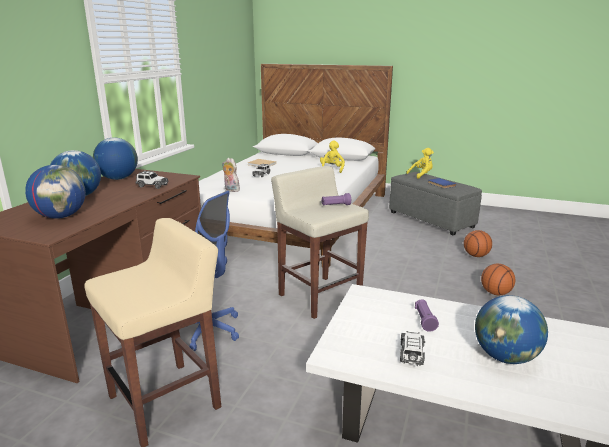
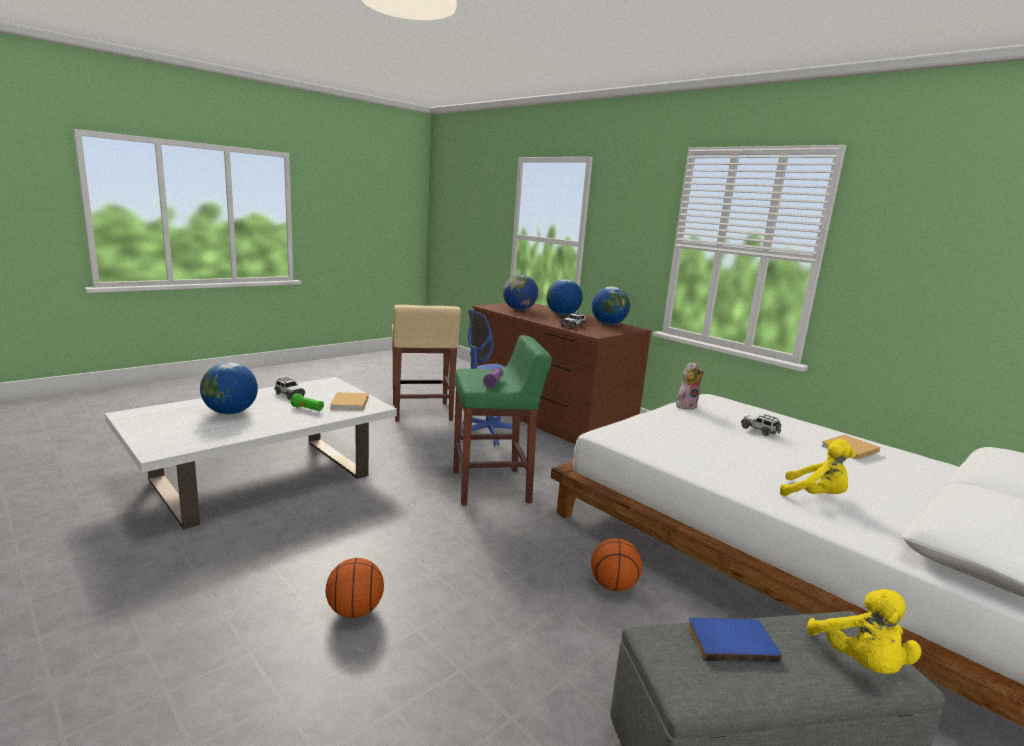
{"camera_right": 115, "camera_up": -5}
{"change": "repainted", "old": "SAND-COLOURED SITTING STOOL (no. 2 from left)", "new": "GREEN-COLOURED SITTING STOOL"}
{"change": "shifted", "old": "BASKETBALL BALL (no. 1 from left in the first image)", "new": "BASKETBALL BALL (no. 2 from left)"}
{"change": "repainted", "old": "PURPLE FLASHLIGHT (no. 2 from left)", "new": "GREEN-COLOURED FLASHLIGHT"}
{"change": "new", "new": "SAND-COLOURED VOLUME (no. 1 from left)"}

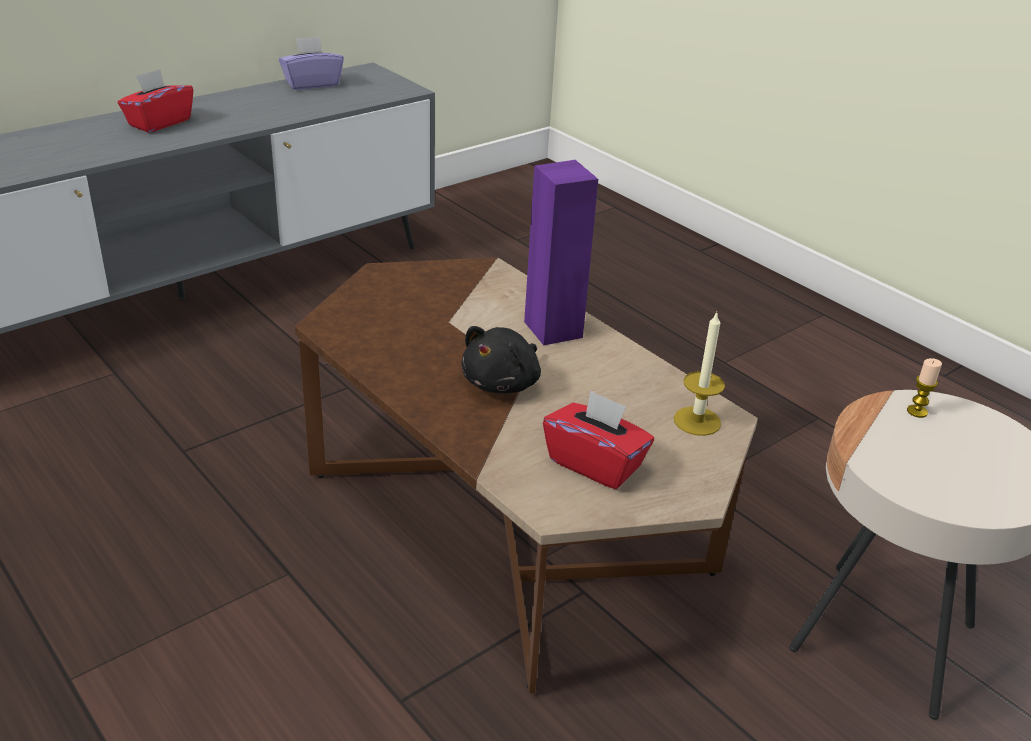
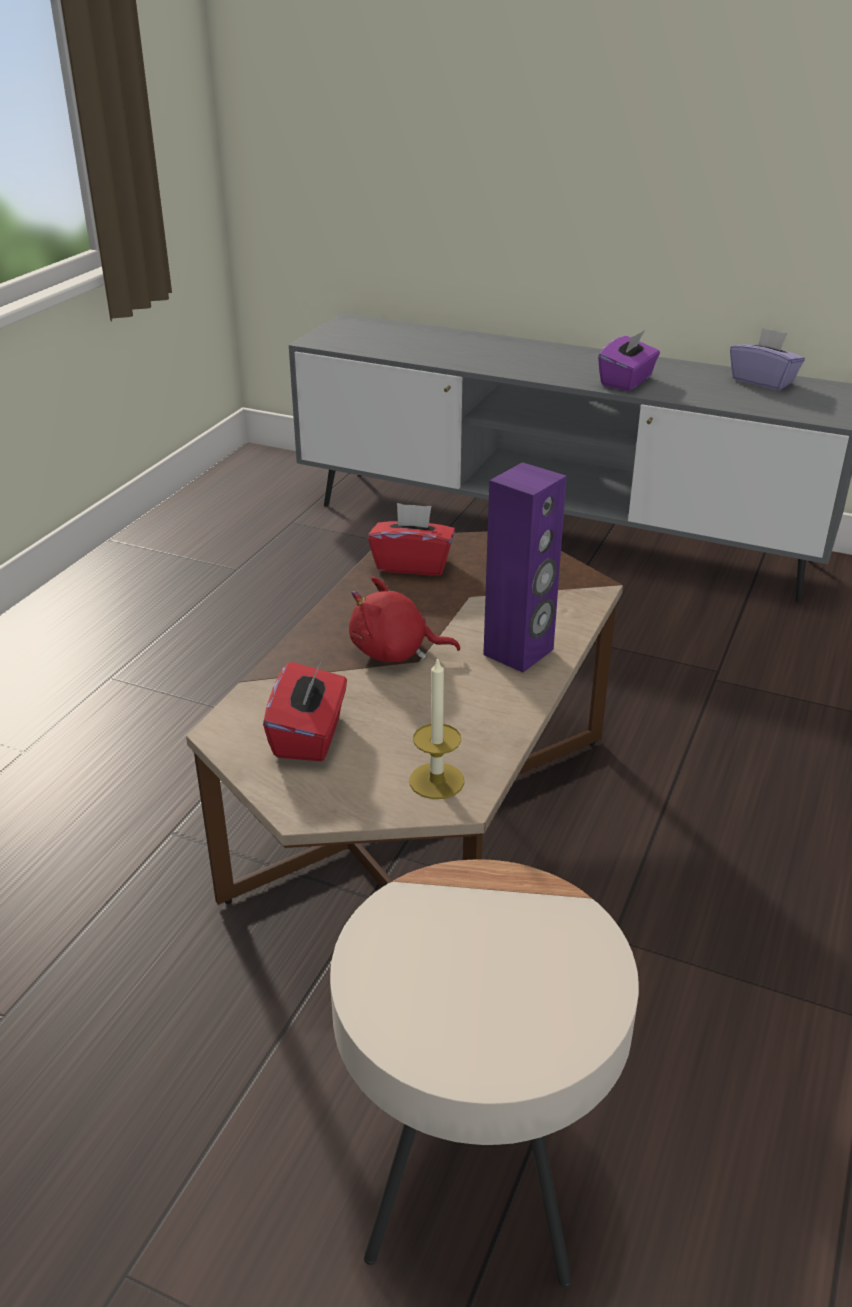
{"camera_right": 65, "camera_up": 0}
{"change": "shifted", "old": "RED TISSUE HOLDER (no. 1 from left in the first image)", "new": "RED TISSUE HOLDER (no. 2 from left)"}
{"change": "repainted", "old": "BLACK PLUSH TOY", "new": "RED PLUSH TOY"}
{"change": "gone", "old": "WAX CANDLE (no. 2 from left)"}
{"change": "new", "new": "PURPLE TISSUE HOLDER (no. 1 from left)"}

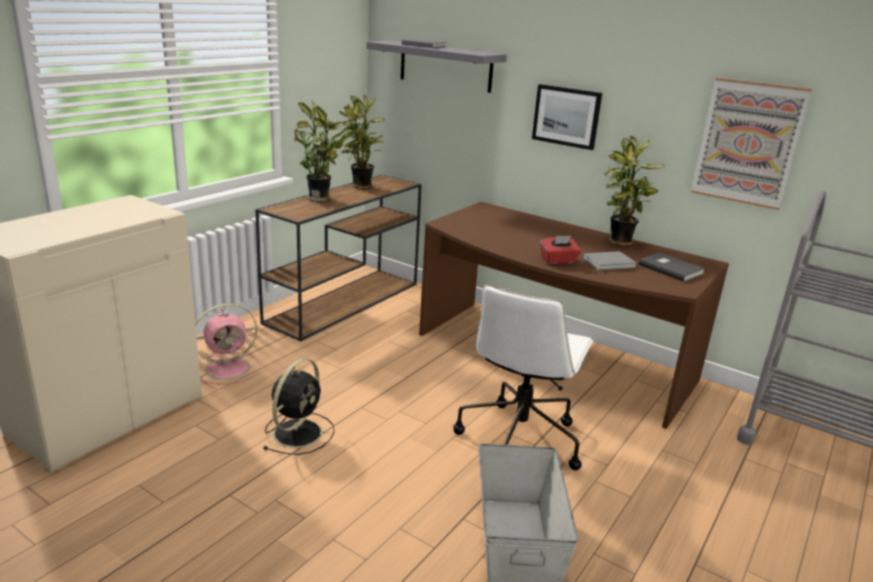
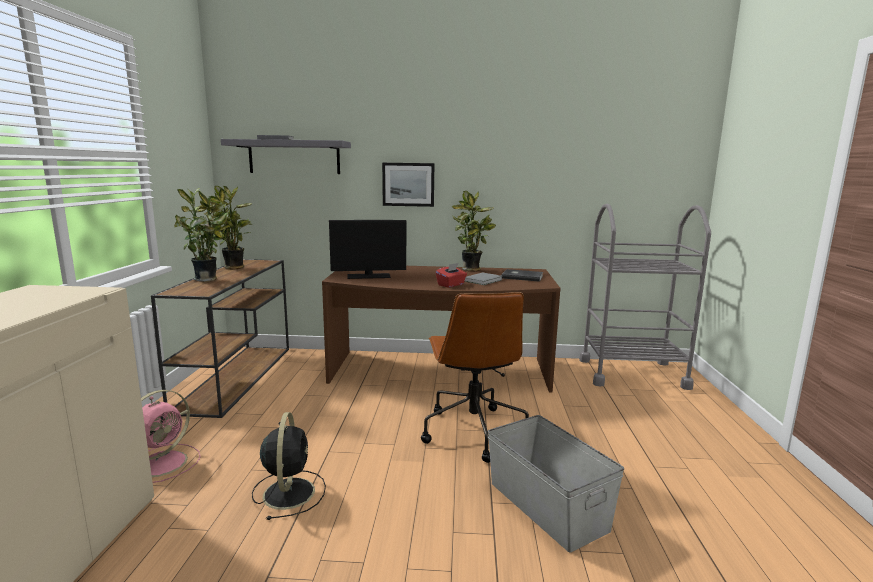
{"camera_right": -30, "camera_up": -10}
{"change": "gone", "old": "WALL PICTURE (no. 2 from left)"}
{"change": "repainted", "old": "WHITE OFFICE CHAIR", "new": "BROWN OFFICE CHAIR"}
{"change": "new", "new": "MONITOR"}

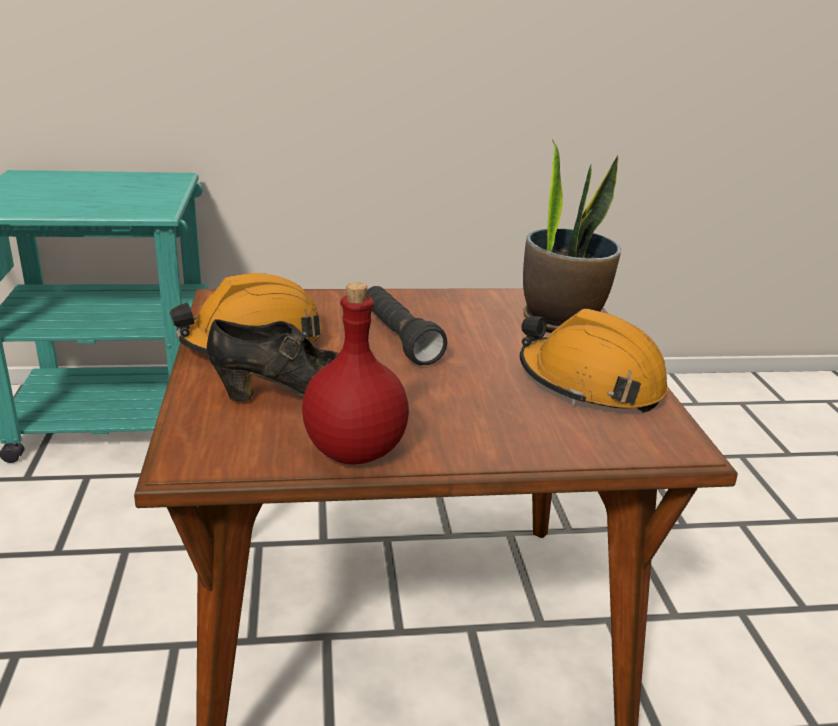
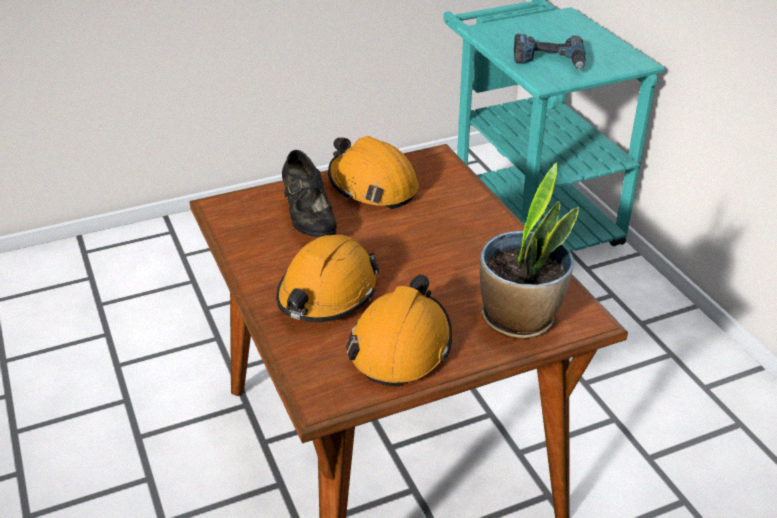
{"camera_right": 75, "camera_up": 10}
{"change": "gone", "old": "RED BOTTLE"}
{"change": "gone", "old": "BLACK FLASHLIGHT"}
{"change": "new", "new": "DRILL"}
{"change": "new", "new": "ORANGEY HARD HAT (no. 1 from left)"}

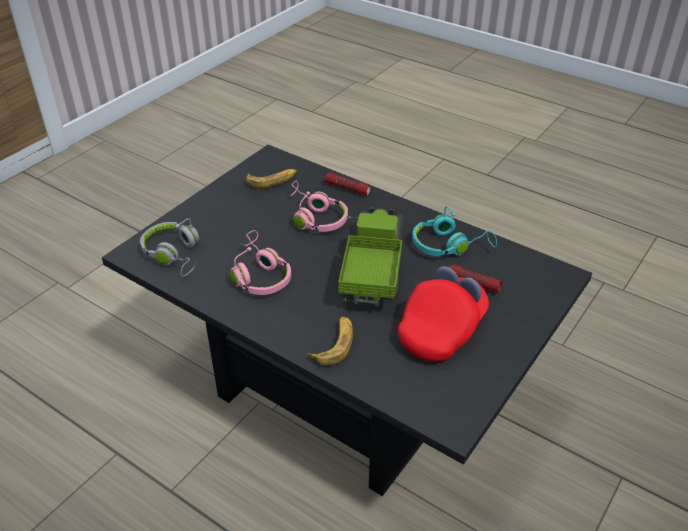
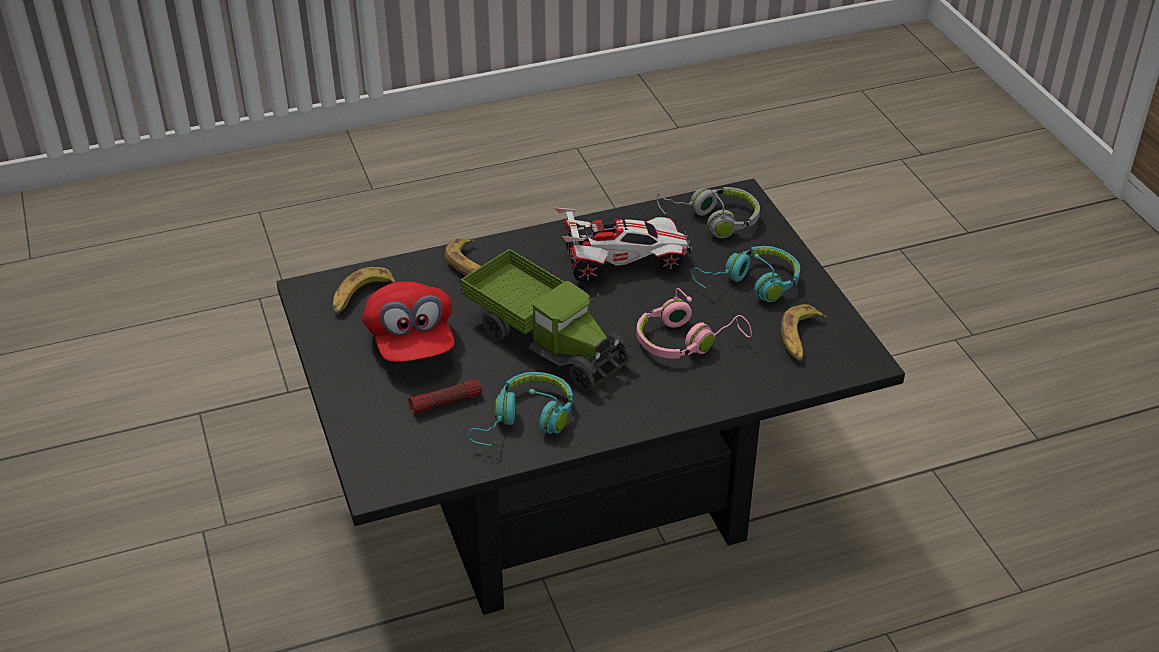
{"camera_right": 125, "camera_up": 0}
{"change": "gone", "old": "FLASHLIGHT (no. 1 from left)"}
{"change": "swapped", "old": "PINK-COLOURED HEADSET (no. 1 from left)", "new": "TOY CAR"}
{"change": "new", "new": "TURQUOISE-COLOURED HEADSET (no. 2 from left)"}
{"change": "new", "new": "WHOLE BANANA (no. 1 from left)"}

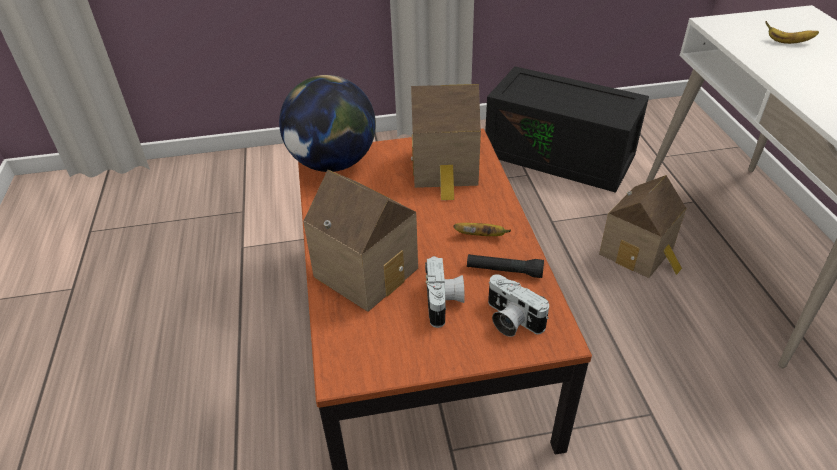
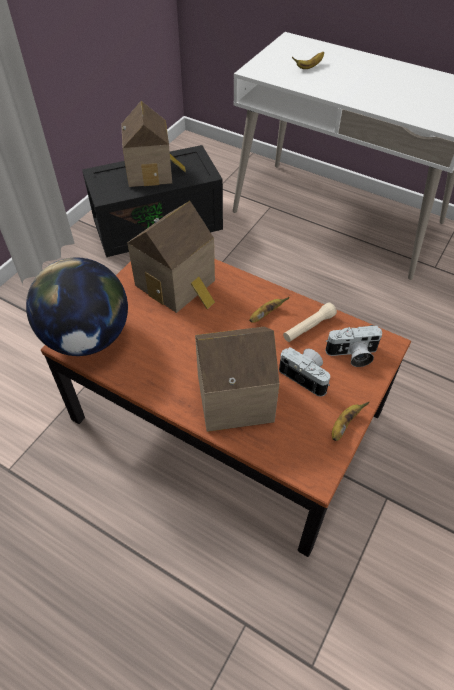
{"camera_right": -50, "camera_up": 10}
{"change": "shifted", "old": "MINIATURE HOUSE (no. 3 from left in the first image)", "new": "MINIATURE HOUSE (no. 1 from left)"}
{"change": "repainted", "old": "BLACK FLASHLIGHT", "new": "SAND-COLOURED FLASHLIGHT"}
{"change": "new", "new": "WHOLE BANANA (no. 3 from left)"}

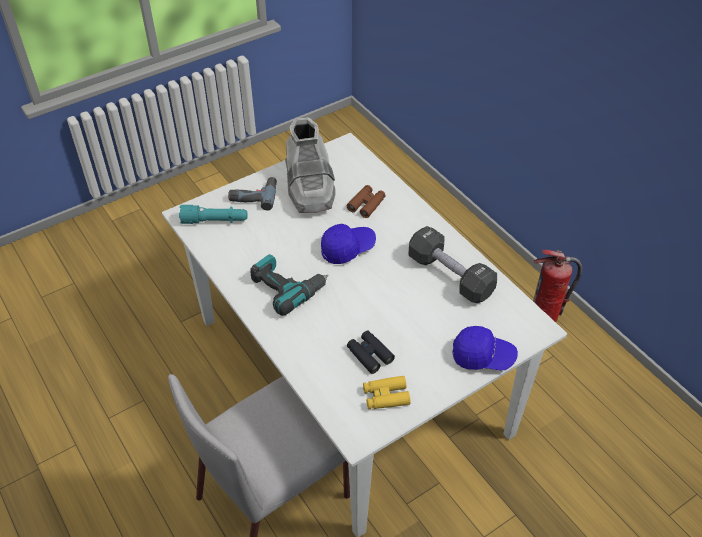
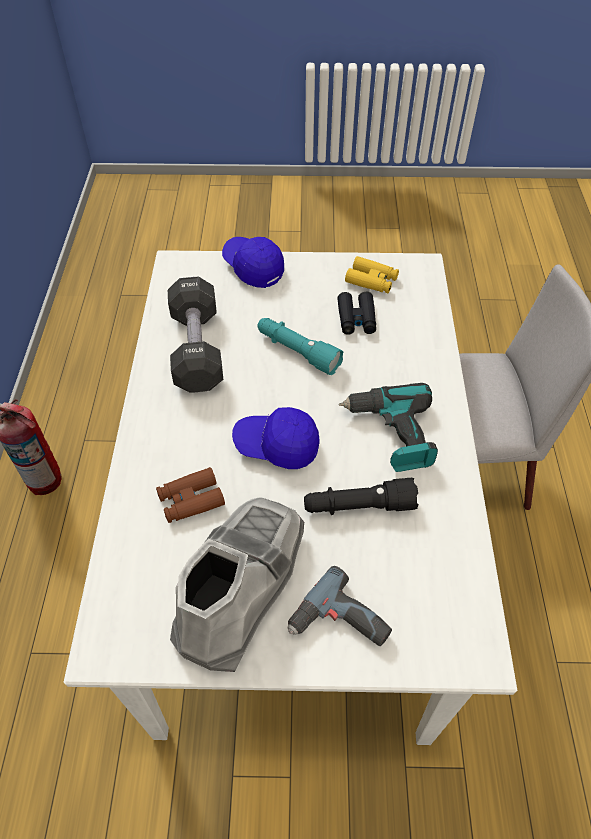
{"camera_right": -145, "camera_up": 5}
{"change": "shifted", "old": "TURQUOISE-COLOURED FLASHLIGHT"}
{"change": "new", "new": "BLACK FLASHLIGHT"}

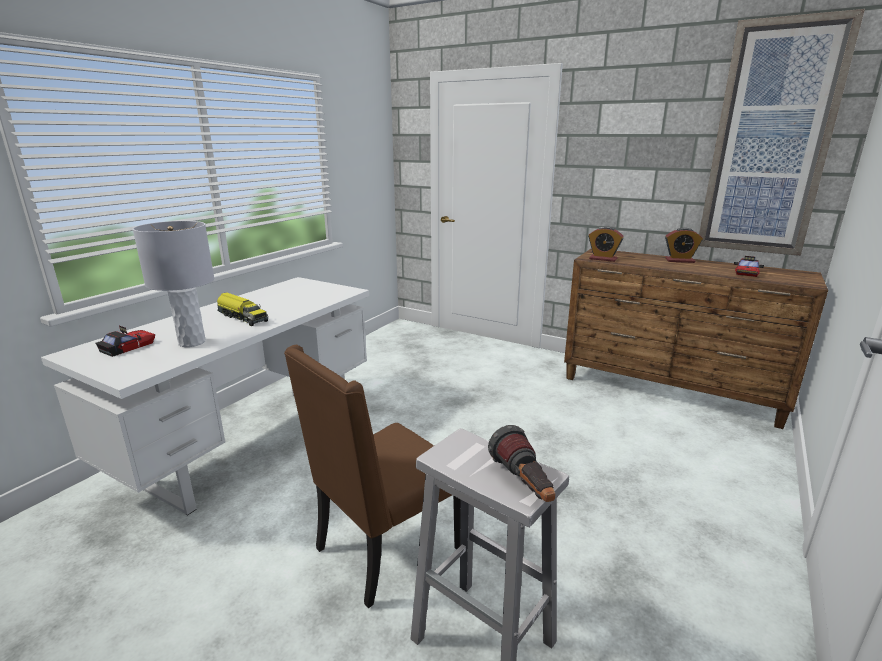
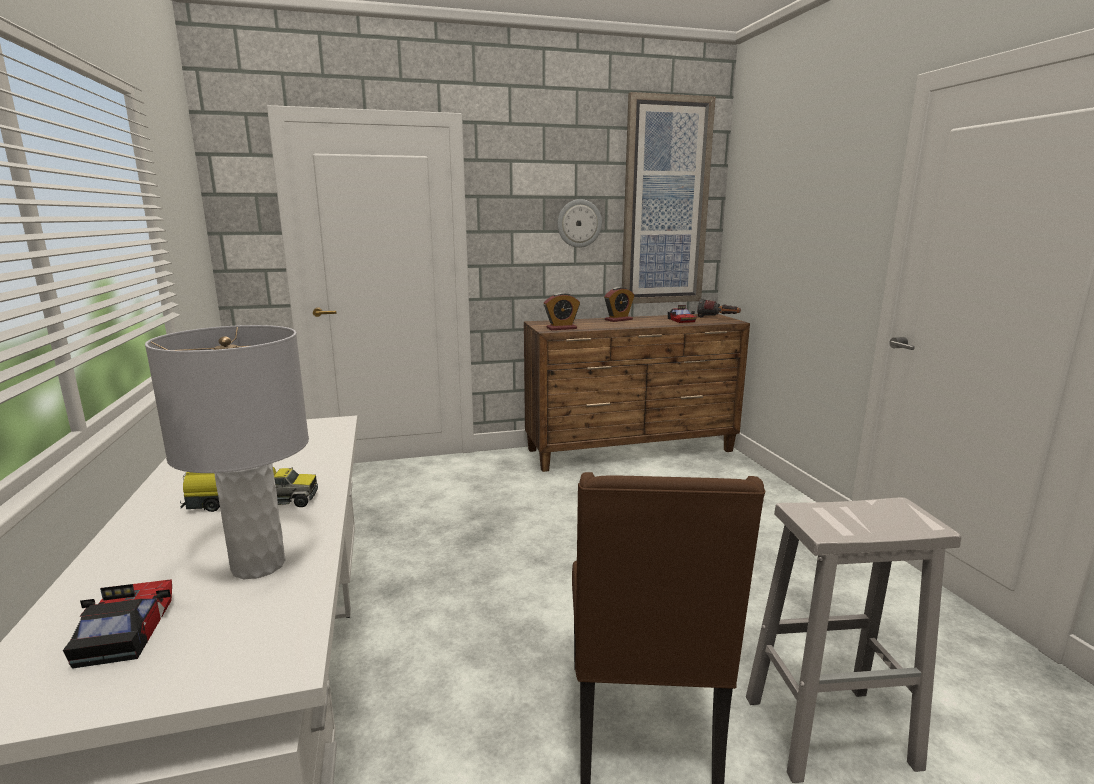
{"camera_right": -45, "camera_up": -5}
{"change": "shifted", "old": "FLASHLIGHT"}
{"change": "new", "new": "CLOCK ON THE WALL"}

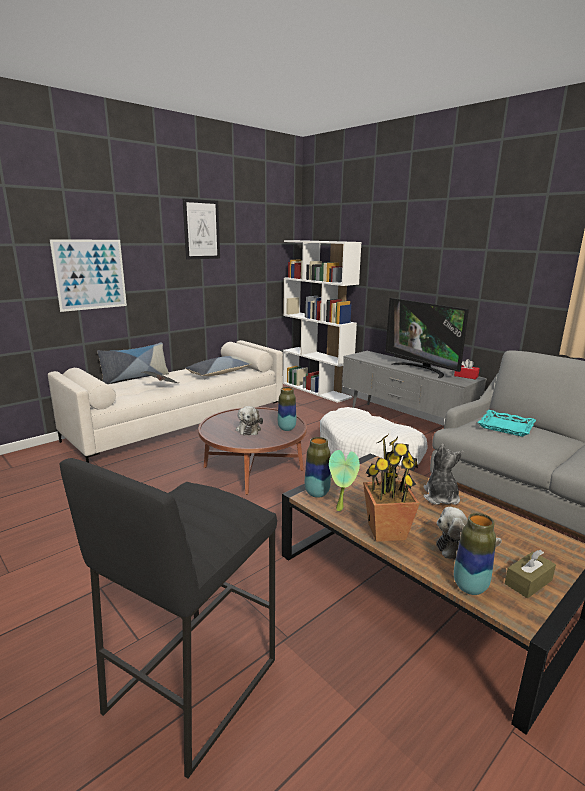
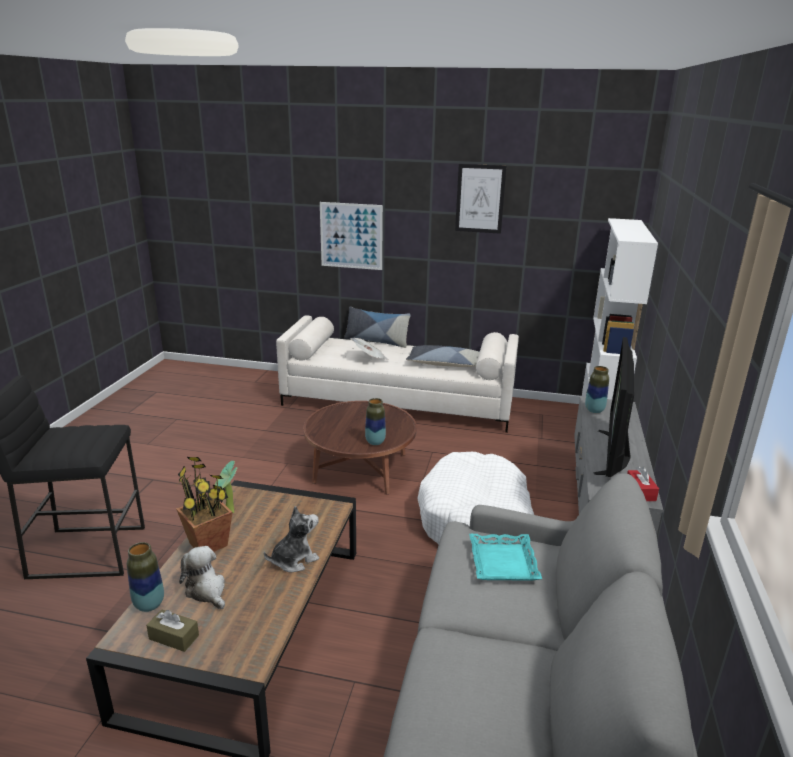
{"camera_right": 55, "camera_up": 5}
{"change": "gone", "old": "PLUSH TOY (no. 1 from left)"}
{"change": "shifted", "old": "FLOWER VASE (no. 2 from left in the first image)", "new": "FLOWER VASE (no. 3 from left)"}

